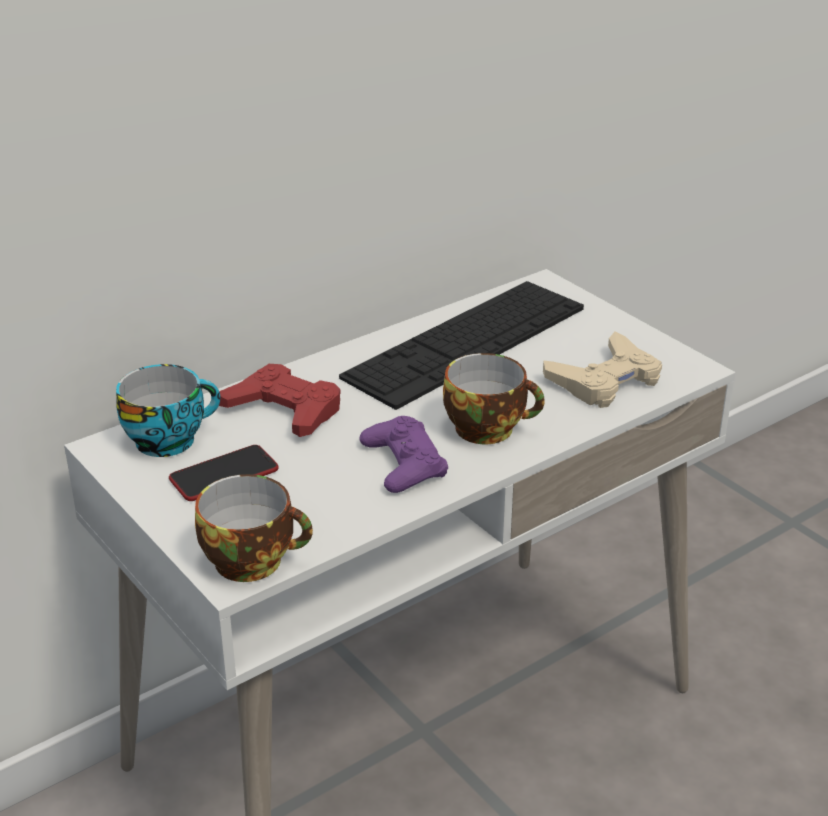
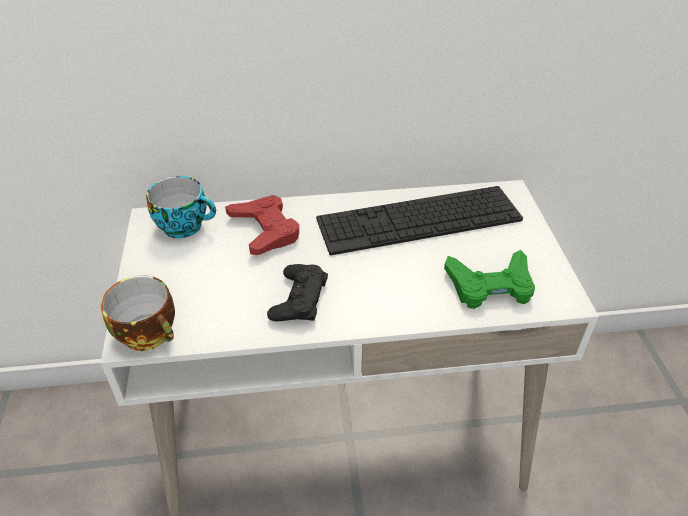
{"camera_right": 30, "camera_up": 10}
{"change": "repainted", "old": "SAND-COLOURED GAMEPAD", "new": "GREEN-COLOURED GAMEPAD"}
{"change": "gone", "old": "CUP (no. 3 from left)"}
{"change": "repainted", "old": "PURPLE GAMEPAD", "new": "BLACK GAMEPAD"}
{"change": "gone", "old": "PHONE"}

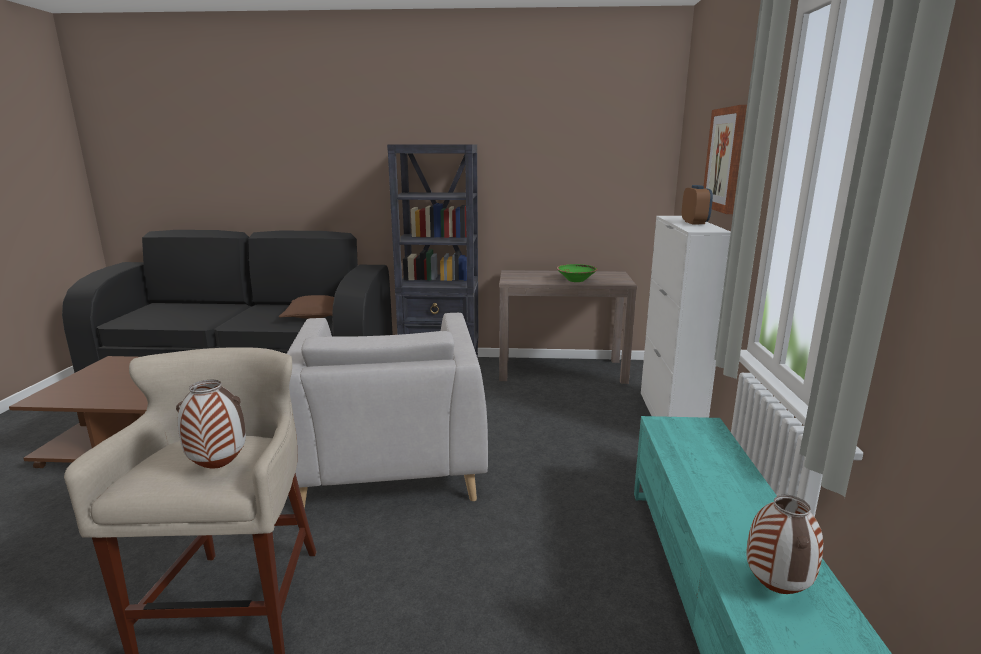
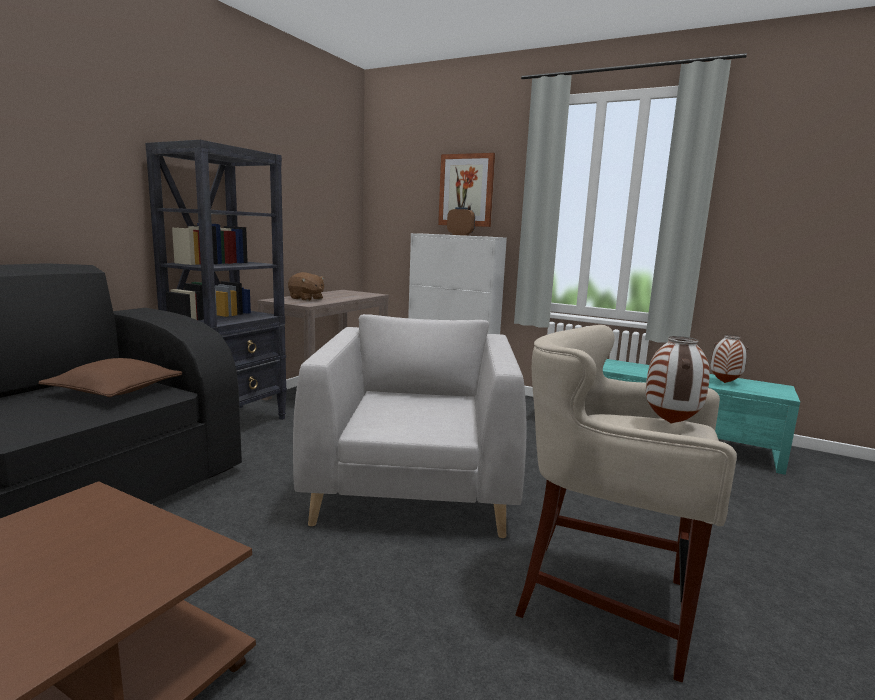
{"camera_right": -65, "camera_up": -5}
{"change": "gone", "old": "GREEN-COLOURED DEEP DISH"}
{"change": "rotated", "old": "GREYISH LOUNGE CHAIR", "degrees": -105}
{"change": "new", "new": "BROWN PLUSH TOY"}

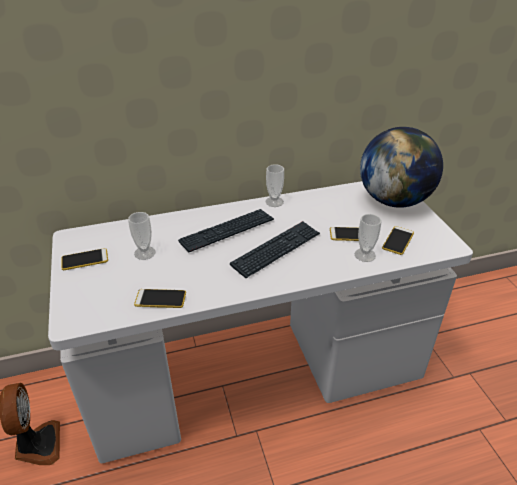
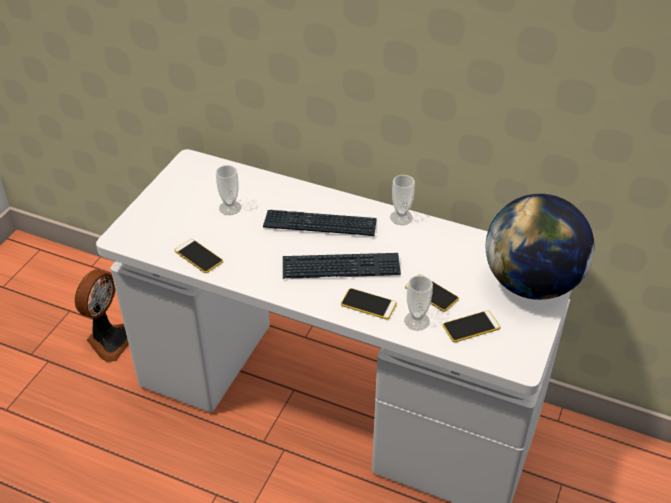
{"camera_right": 40, "camera_up": 5}
{"change": "shifted", "old": "PHONE (no. 1 from left in the first image)", "new": "PHONE (no. 2 from left)"}

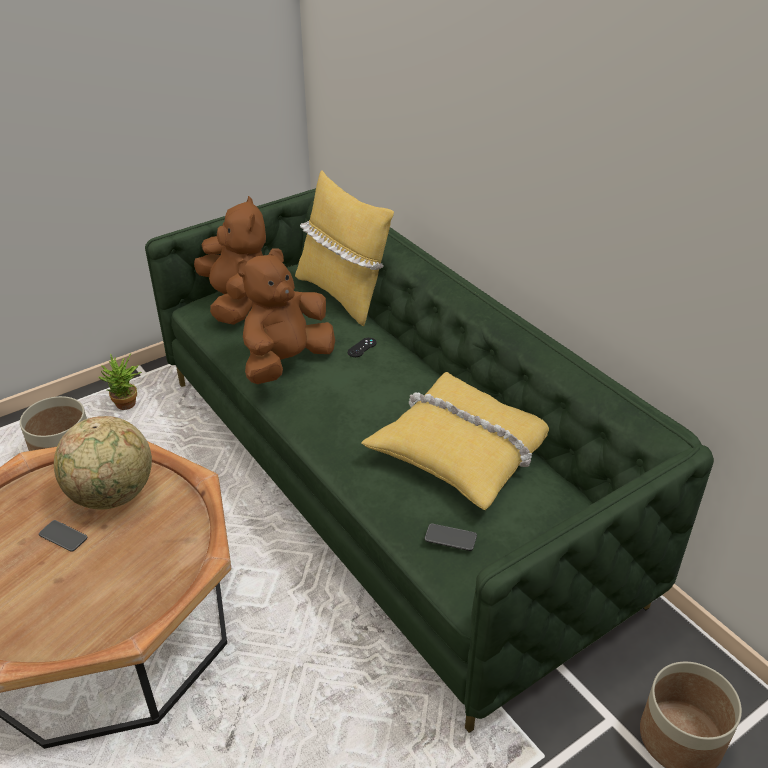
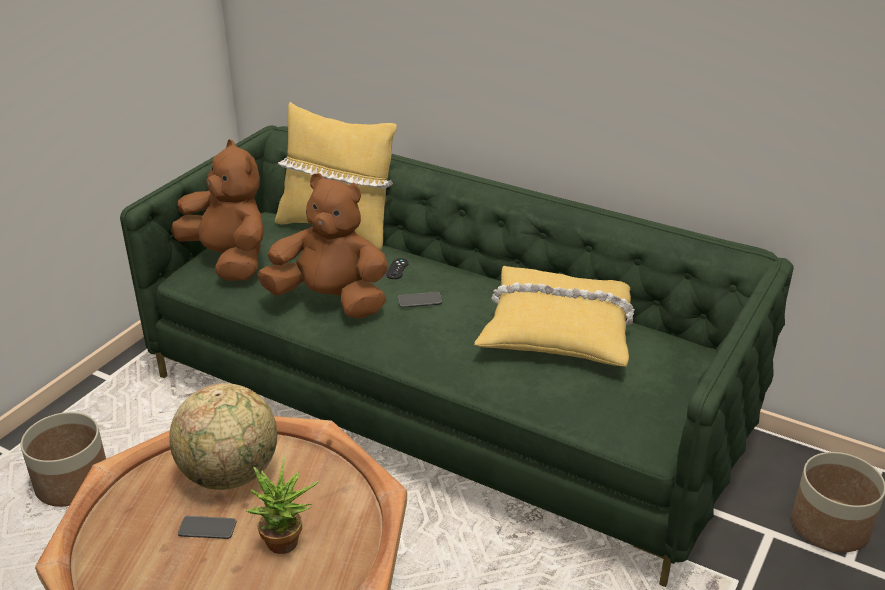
{"camera_right": -25, "camera_up": -5}
{"change": "rotated", "old": "BROWN PLUSH TOY (no. 2 from left)", "degrees": 90}
{"change": "shifted", "old": "PLANT IN A POT"}
{"change": "shifted", "old": "PHONE (no. 2 from left)"}

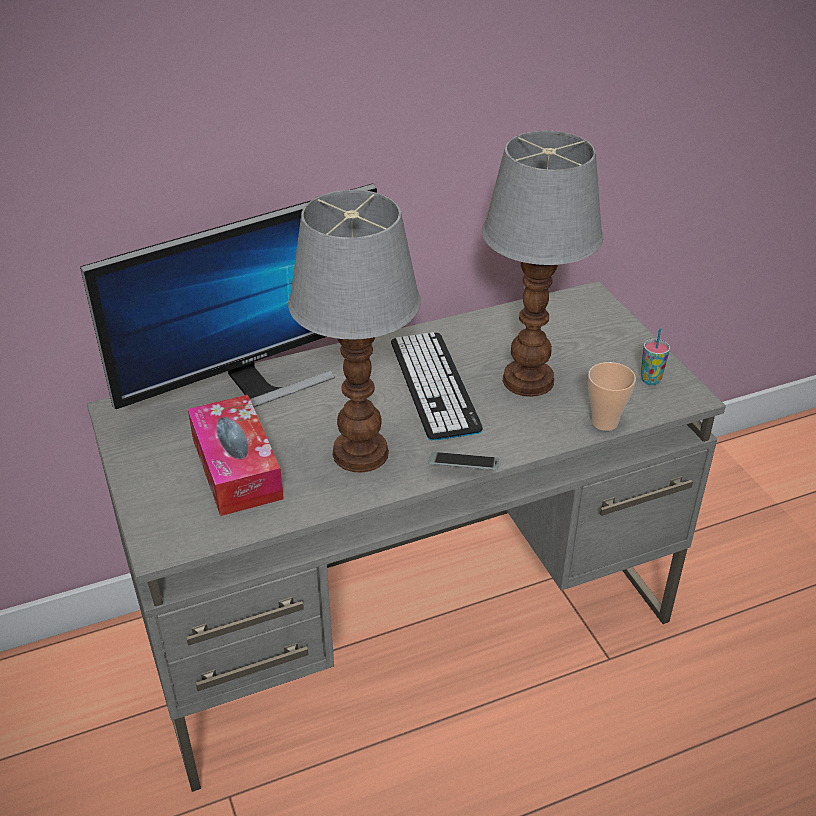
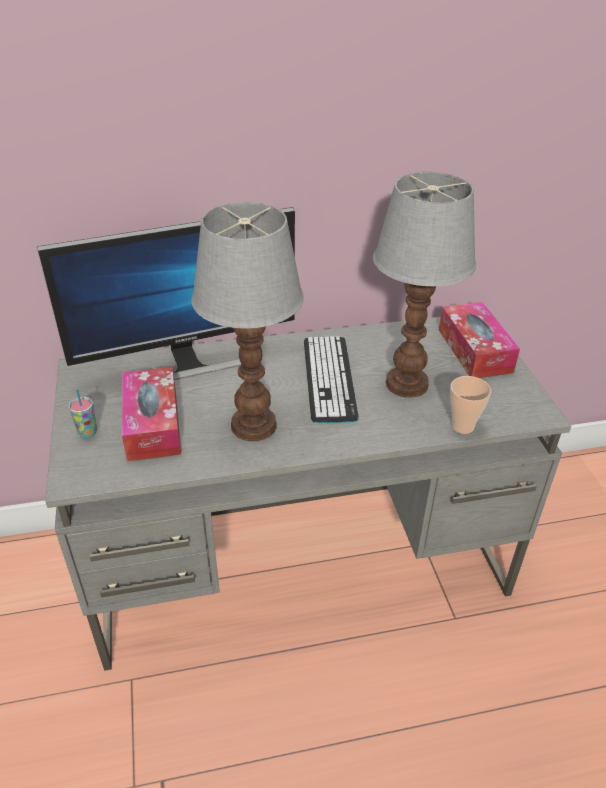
{"camera_right": 10, "camera_up": 0}
{"change": "shifted", "old": "CUP (no. 2 from left in the first image)", "new": "CUP (no. 1 from left)"}
{"change": "gone", "old": "PHONE"}
{"change": "new", "new": "TISSUE HOLDER (no. 2 from left)"}

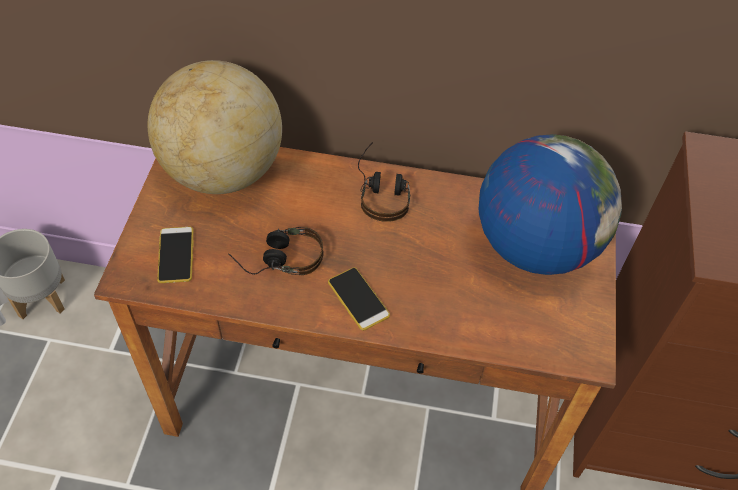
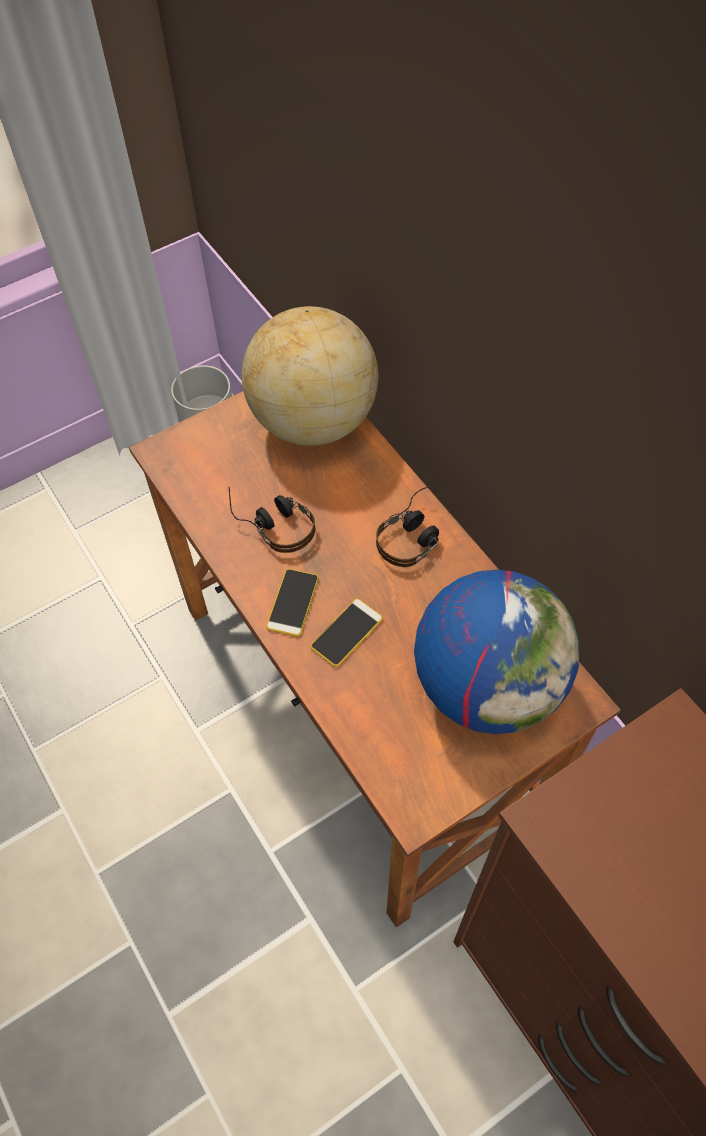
{"camera_right": 50, "camera_up": 5}
{"change": "shifted", "old": "PHONE (no. 1 from left in the first image)", "new": "PHONE (no. 2 from left)"}

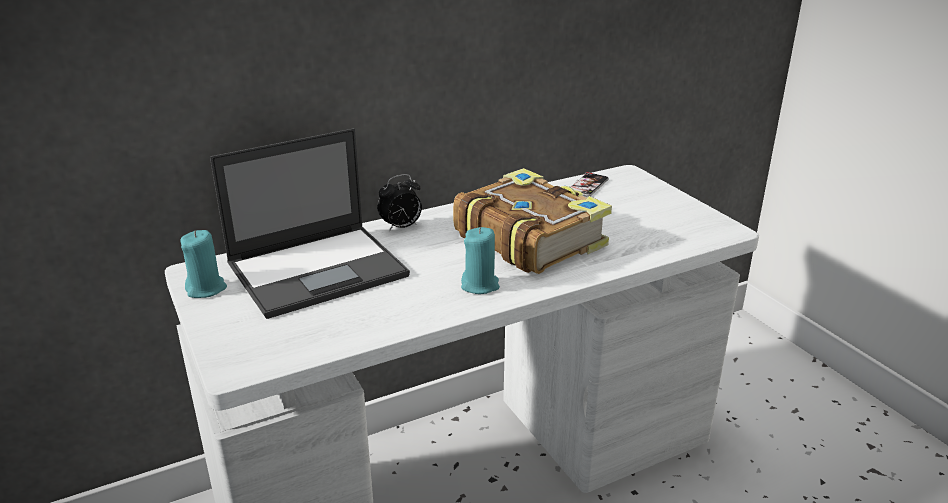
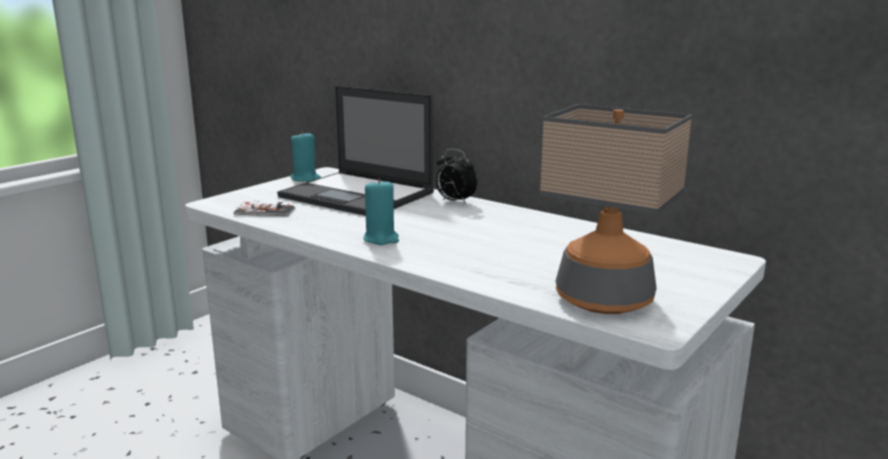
{"camera_right": 65, "camera_up": -10}
{"change": "gone", "old": "VOLUME"}
{"change": "shifted", "old": "PHONE"}
{"change": "new", "new": "TABLE LAMP"}

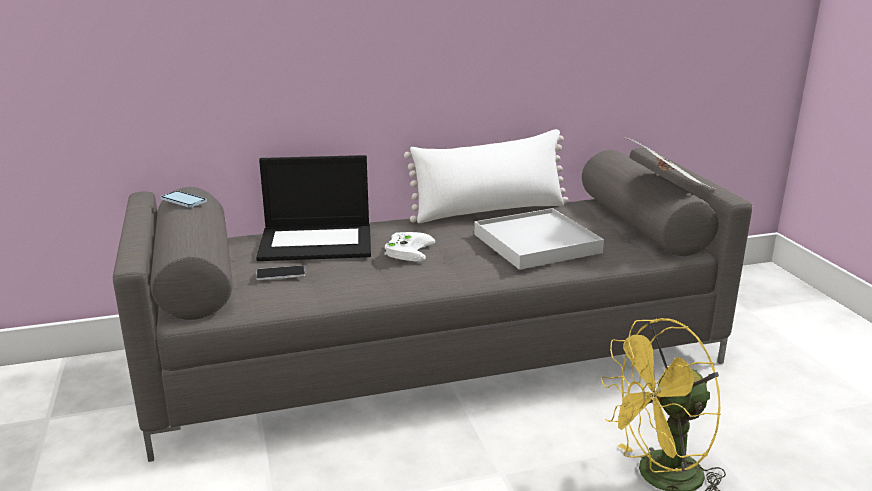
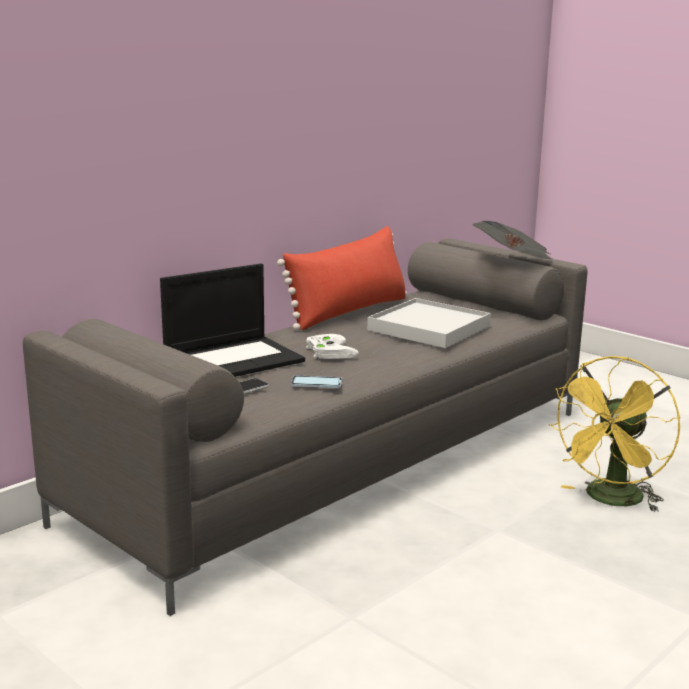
{"camera_right": -30, "camera_up": -5}
{"change": "repainted", "old": "WHITE THROW PILLOW", "new": "RED THROW PILLOW"}
{"change": "shifted", "old": "PHONE (no. 1 from left in the first image)", "new": "PHONE (no. 2 from left)"}

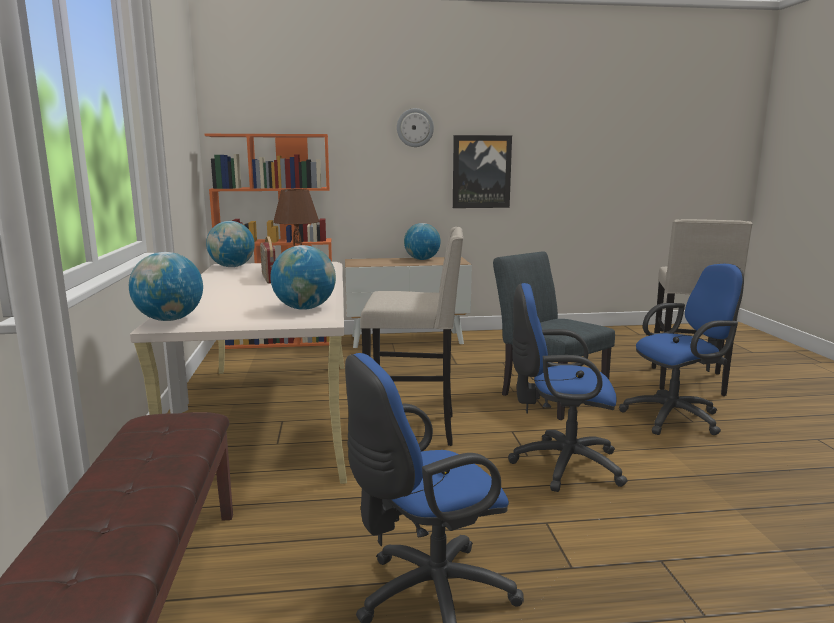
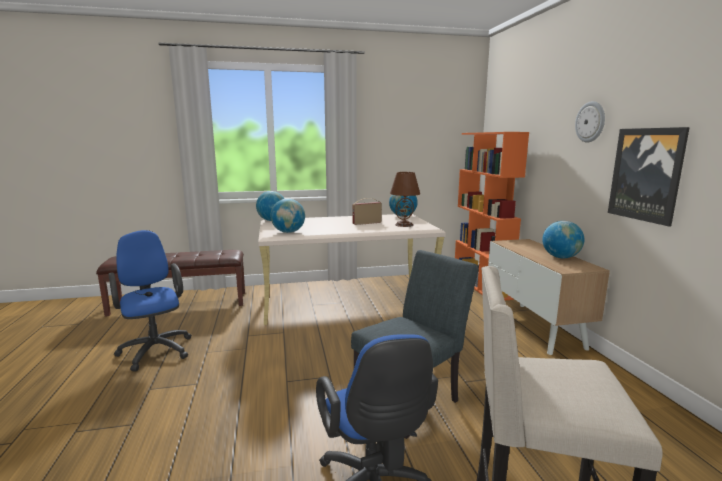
{"camera_right": 85, "camera_up": 0}
{"change": "gone", "old": "SAND-COLOURED SITTING STOOL (no. 1 from left)"}
{"change": "gone", "old": "BLUISH OFFICE CHAIR (no. 2 from left)"}

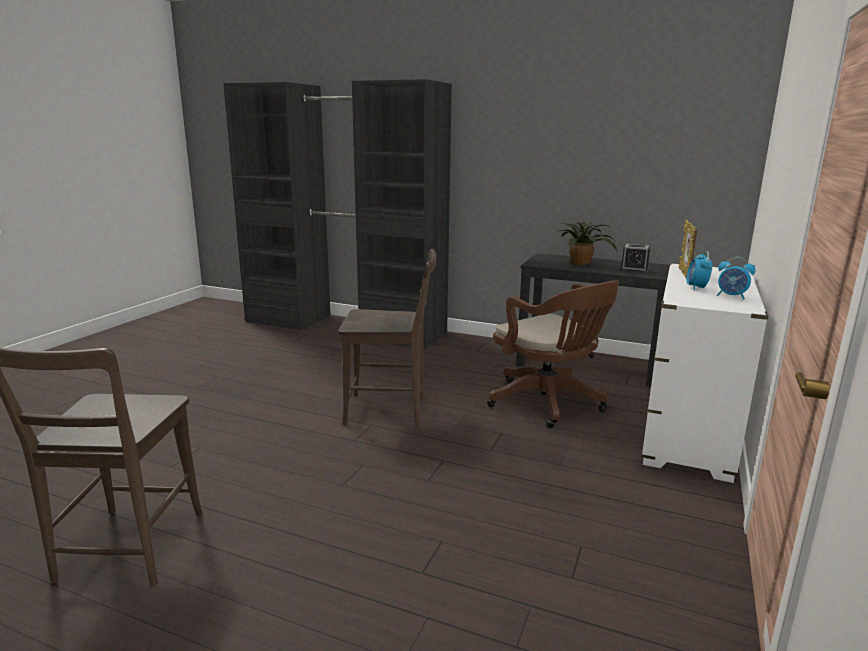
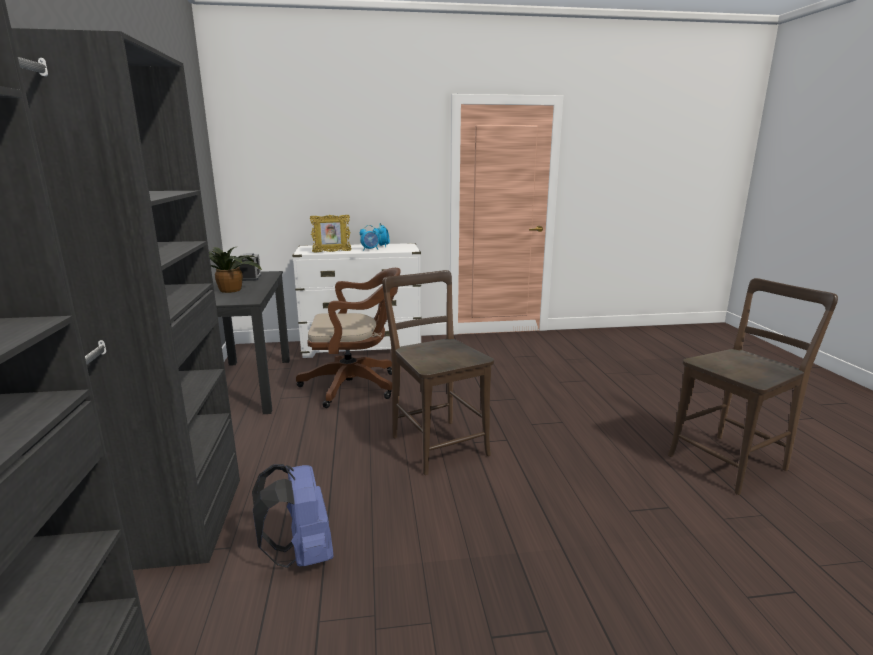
{"camera_right": -120, "camera_up": 0}
{"change": "rotated", "old": "BROWN OFFICE CHAIR", "degrees": 60}
{"change": "new", "new": "BLUISH KNAPSACK"}

